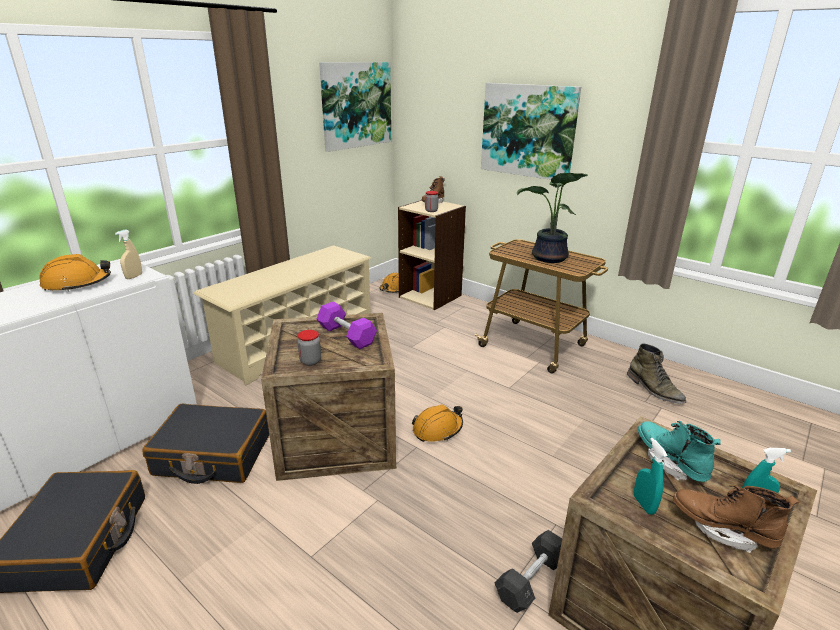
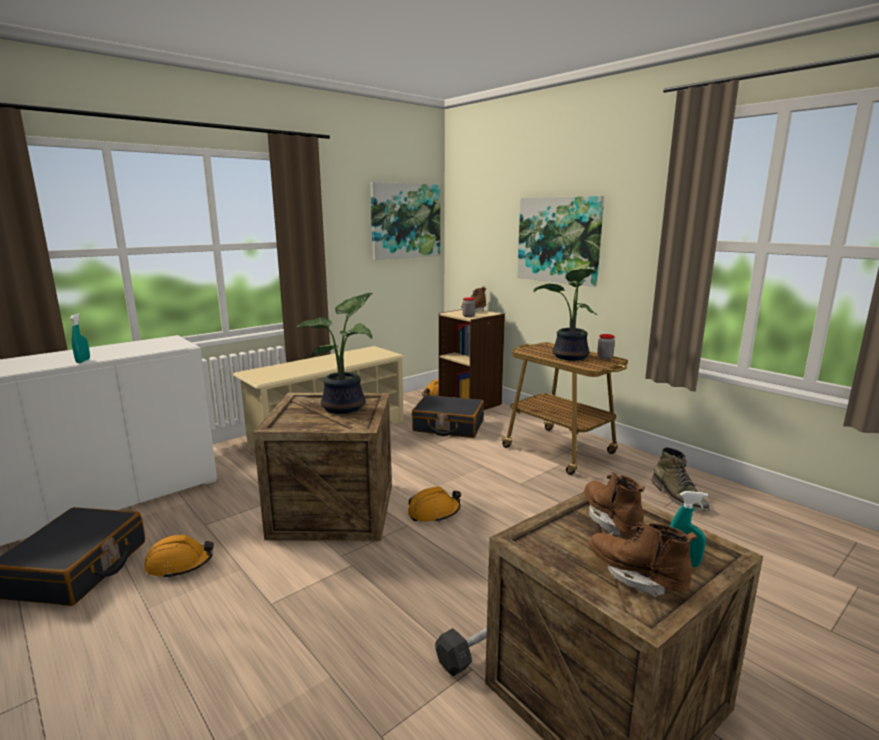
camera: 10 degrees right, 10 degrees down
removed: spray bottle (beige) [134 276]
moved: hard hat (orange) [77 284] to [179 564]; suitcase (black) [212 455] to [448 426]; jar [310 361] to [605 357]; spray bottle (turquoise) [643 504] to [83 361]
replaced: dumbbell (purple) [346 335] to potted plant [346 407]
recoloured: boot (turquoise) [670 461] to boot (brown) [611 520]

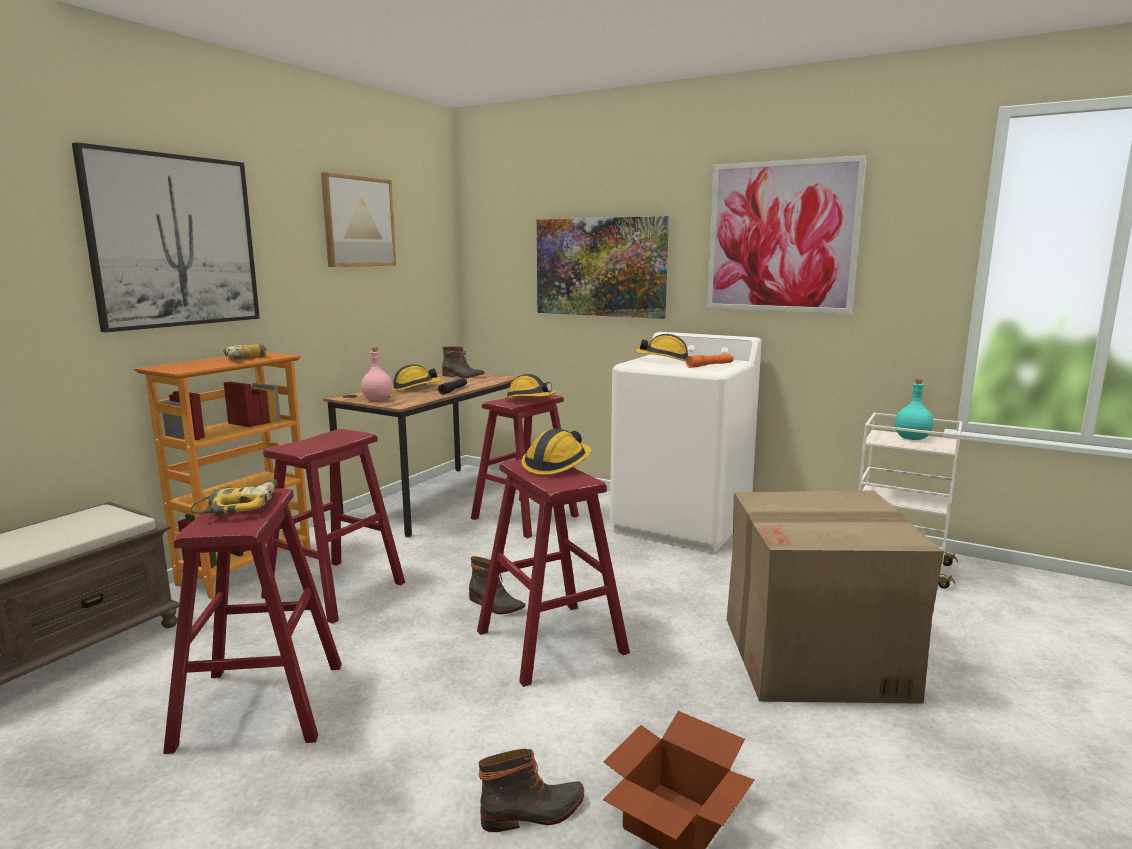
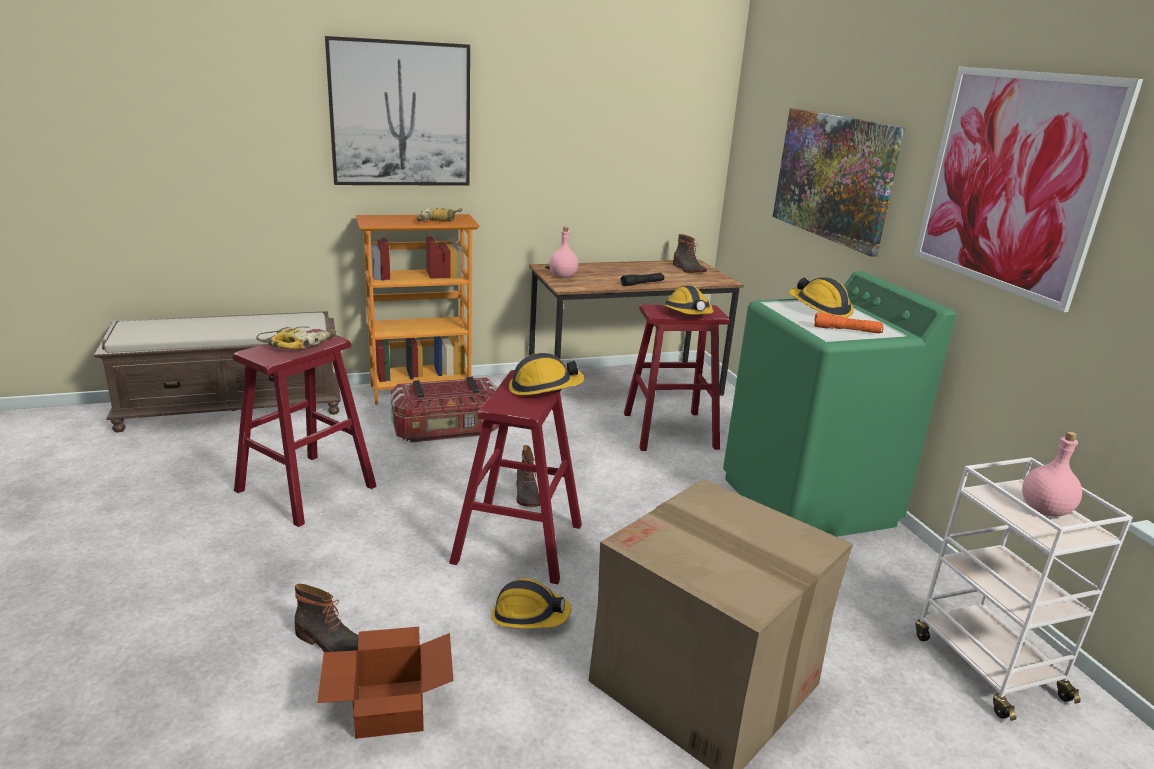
camera: 40 degrees right, 10 degrees up
removed: picture [358 222]
moved: hard hat [415 388] to [529 616]
replaced: stool (red) [335 590] to storage box [447 431]
recoloured: washing machine (white) [682 525] to washing machine (green) [808 502]; bottle (turquoise) [912 438] to bottle (pink) [1045 511]

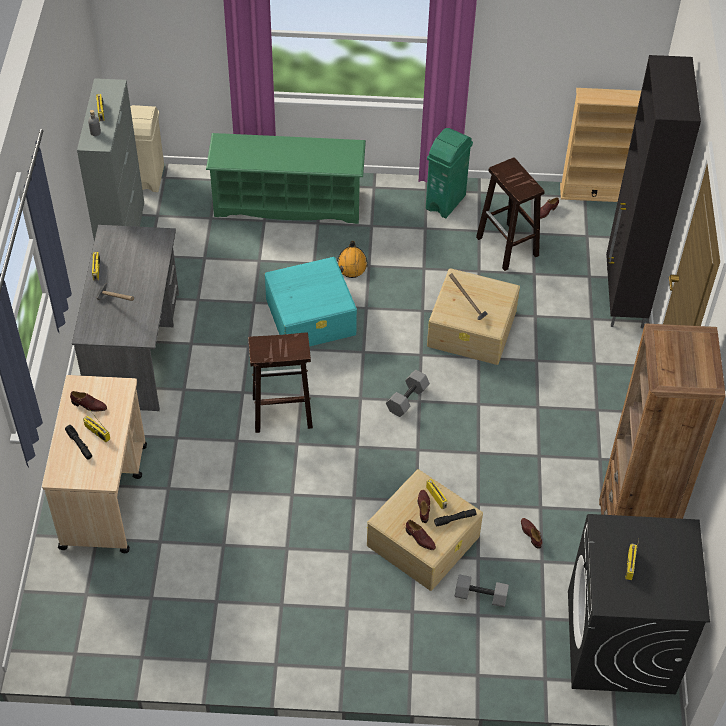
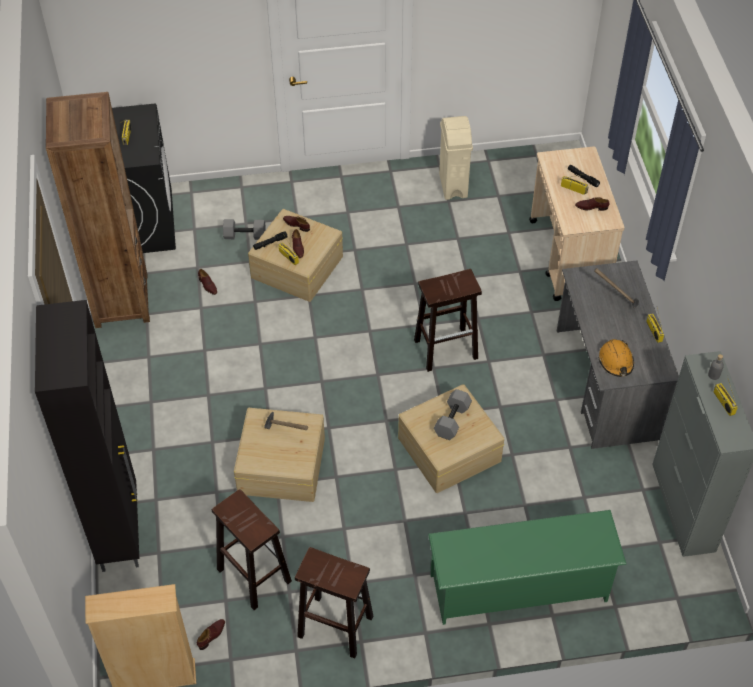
camera: 170 degrees right, 0 degrees up
moved: trash can (beige) [149 178] to [453 185]; hard hat (orange) [352 264] to [616 361]; dumbbell (grey) [407 398] to [453 421]
replaced: trash can (green) [446 202] to stool (brown) [334 626]
recoloured: storage box (turquoise) [311 316] to storage box (beige) [448 449]

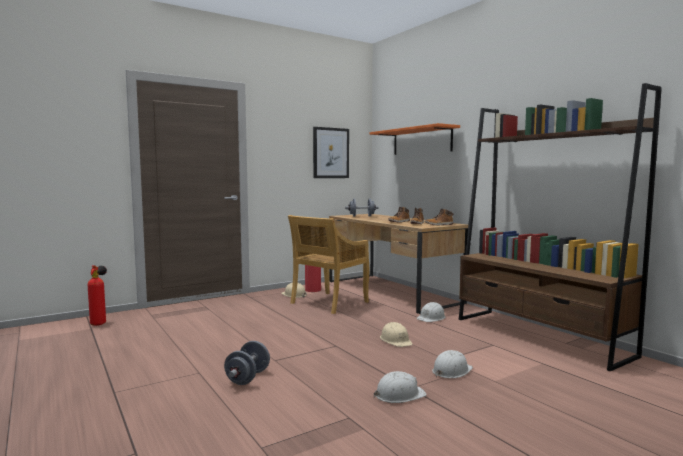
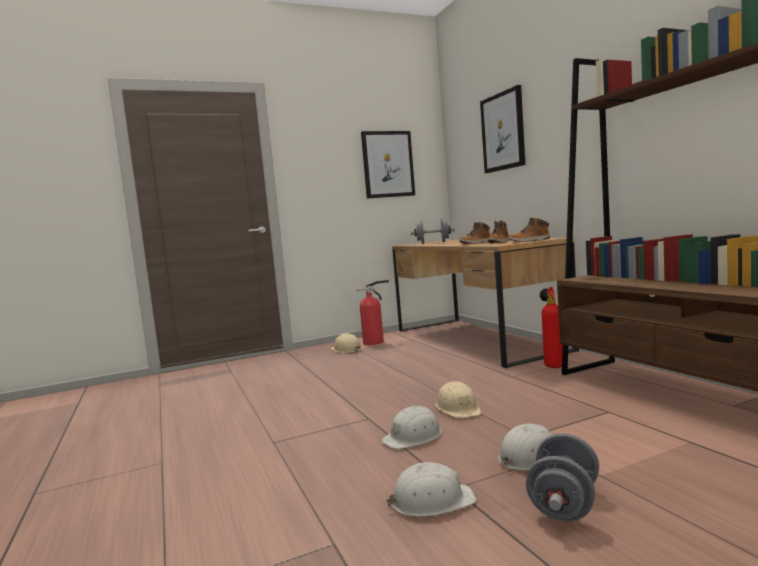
camera: 10 degrees right, 0 degrees up
removed: chair (beige) [328 303]
moved: fire extinguisher [99 323] to [553 366]; dumbbell (grey) [248 378] to [564 504]; hard hat (white) [431 318] to [413 437]
replaced: shelf (orange) [421 141] to picture [503 131]

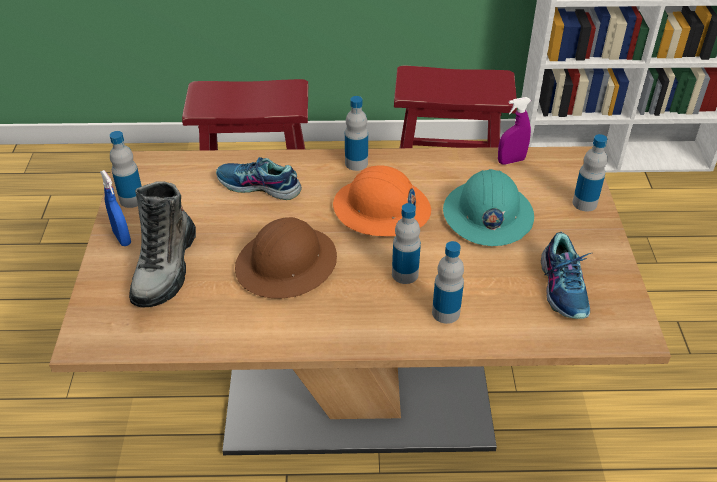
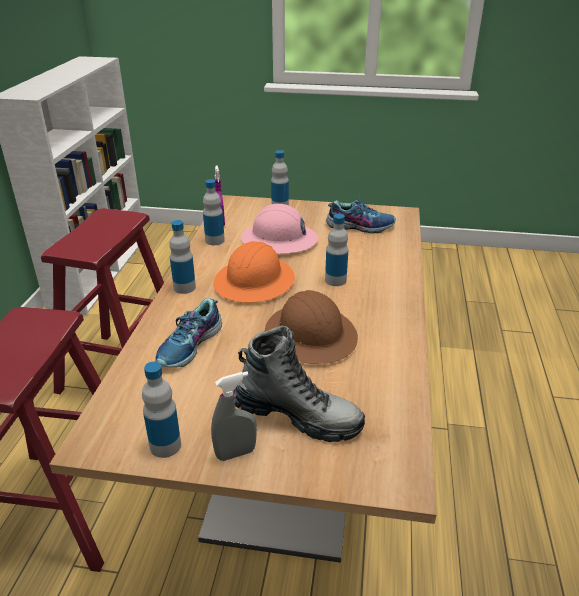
camera: 80 degrees left, 10 degrees down
moved: bottle [446 313] to [214 240]
recoloured: spray bottle (blue) [122 238] to spray bottle (grey) [235 453]; hard hat (turquoise) [487 215] to hard hat (pink) [279 240]

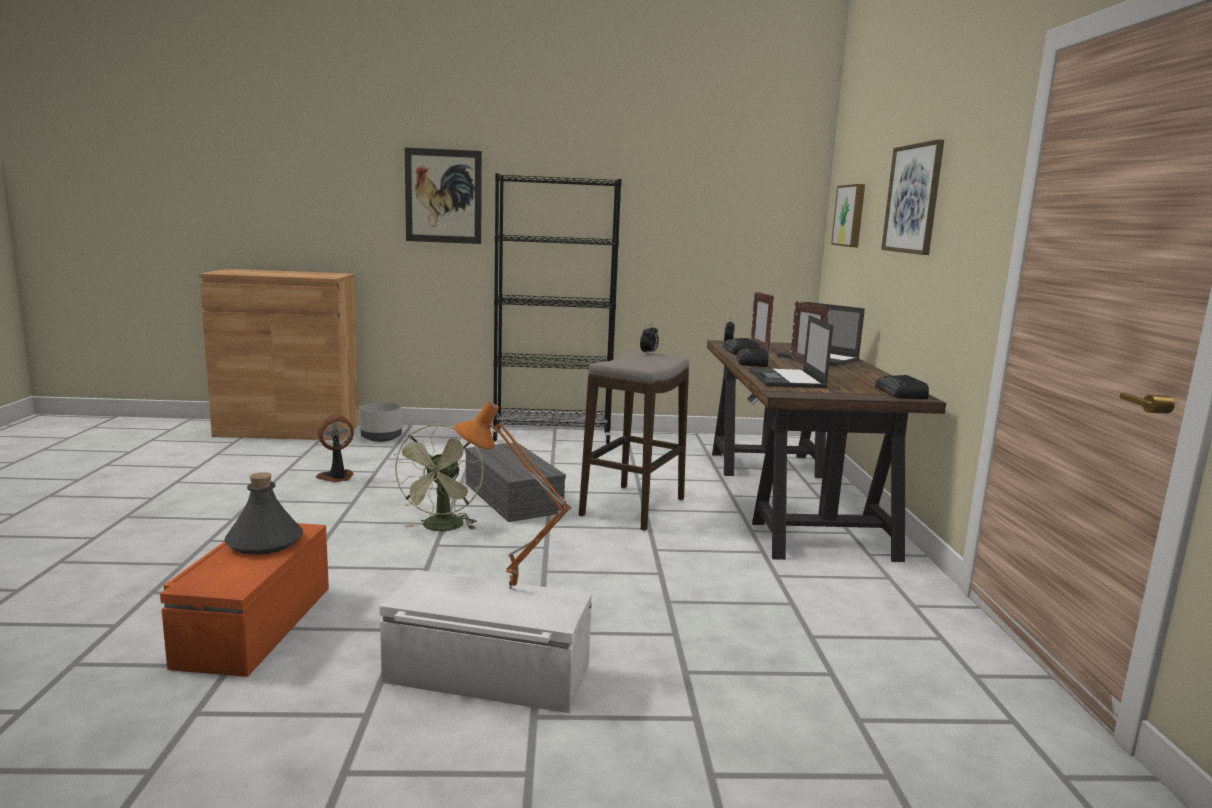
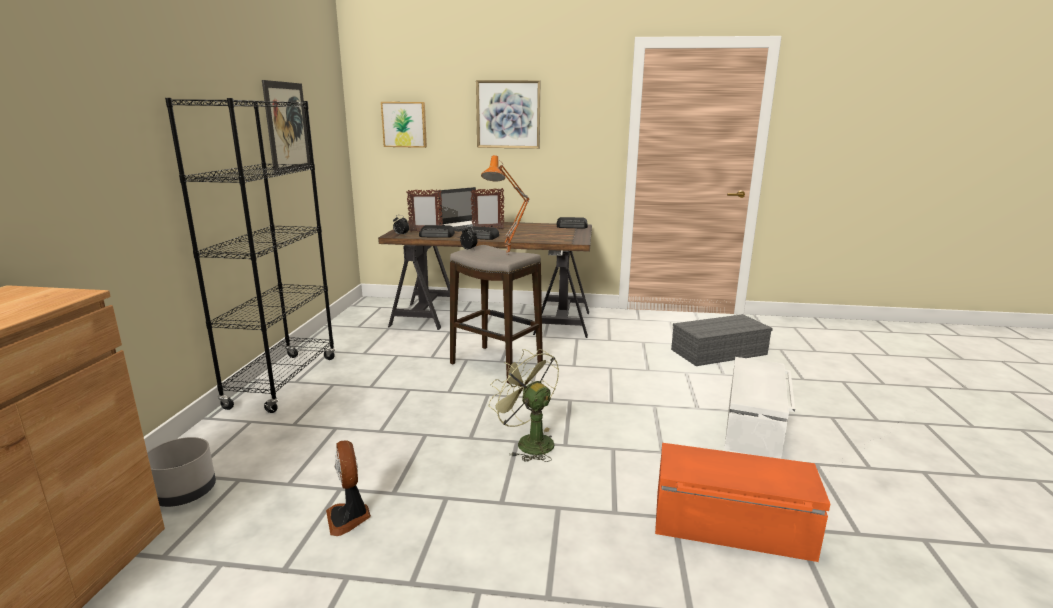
camera: 80 degrees left, 5 degrees up
removed: bottle (grey) [265 542]; laptop [787 379]
moved: picture [443 196] to [287 127]; table lamp (orange) [509 590] to [509 255]; storage box (grey) [514 498] to [719 351]
turned: fan (green) [442 528] = [528 442] 150 degrees counterclockwise

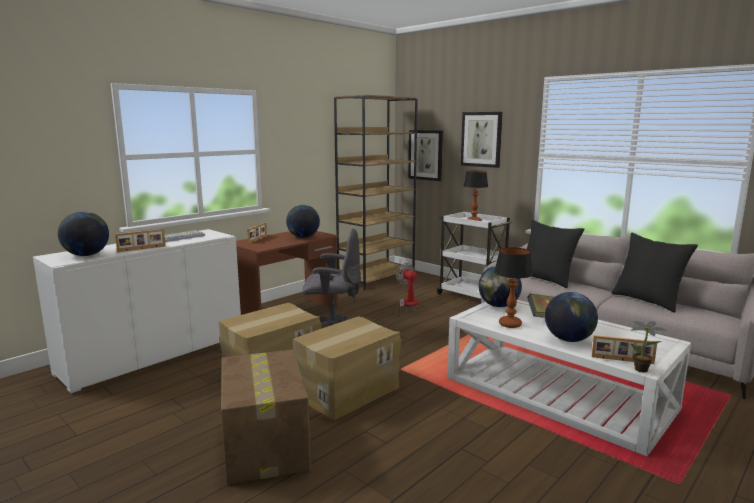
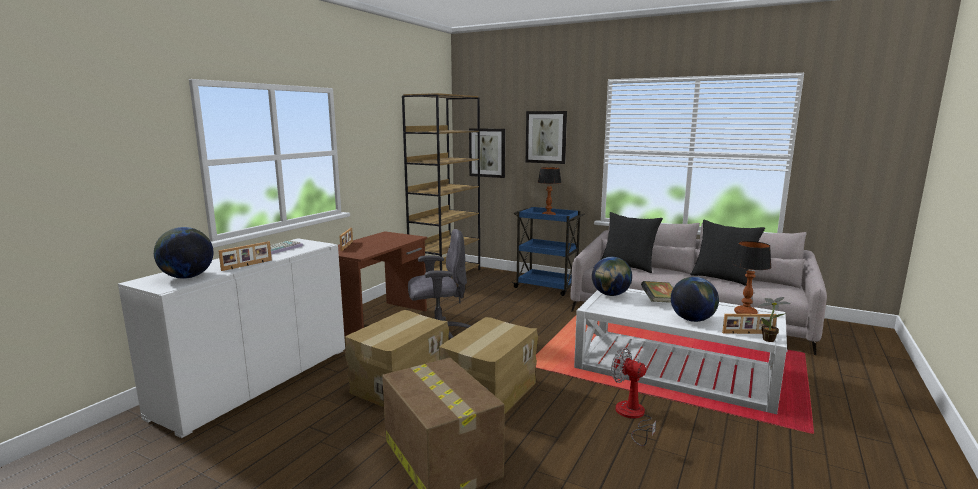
camera: 15 degrees left, 0 degrees up
removed: globe [303 237]
moved: fan [408 305] to [632 416]; table lamp [510 324] to [746 313]
recoloured: cart (white) [472 296] to cart (blue) [547 287]

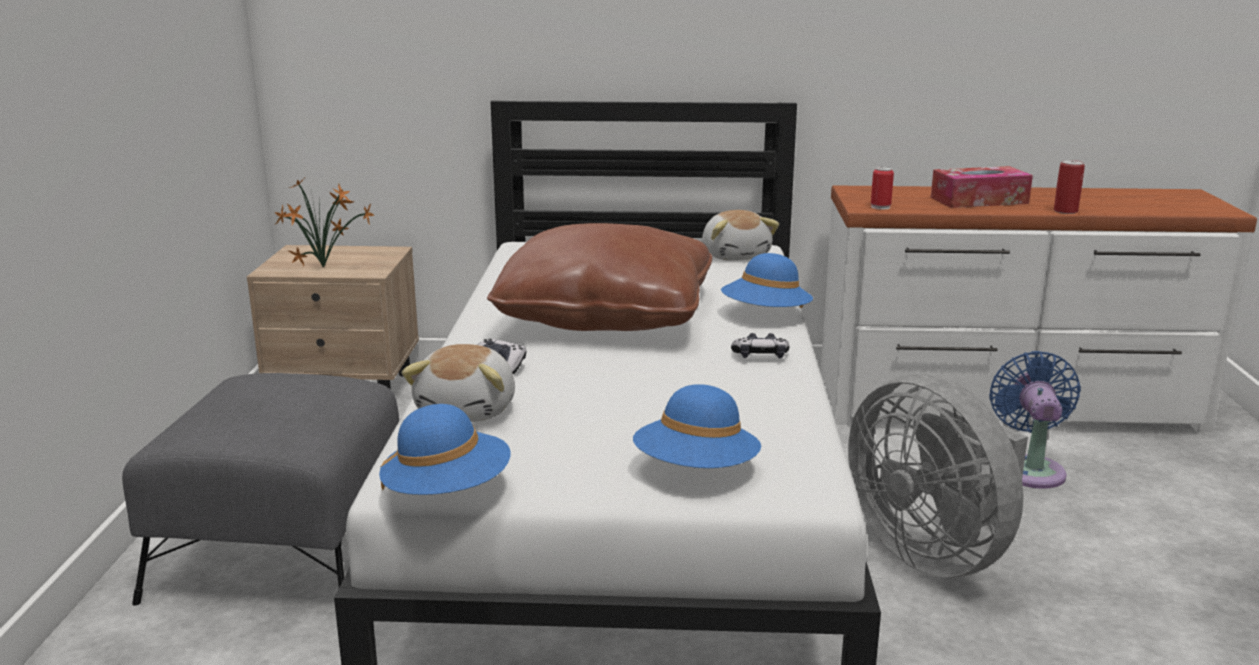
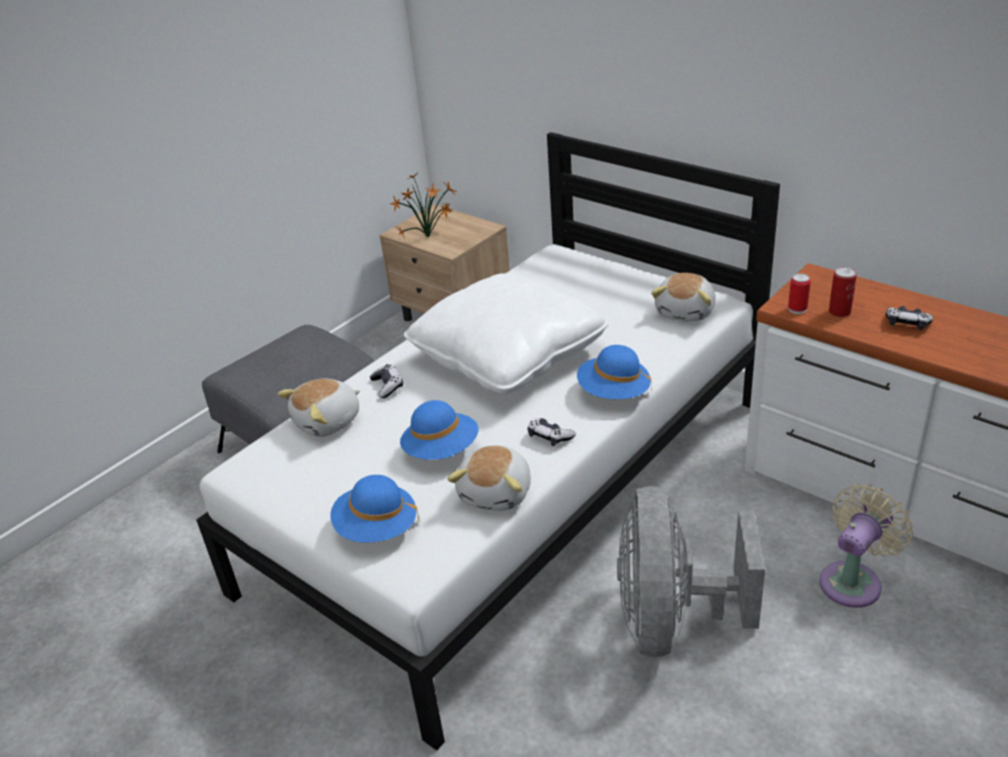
camera: 40 degrees right, 15 degrees up
added: plush toy [497 493]
moved: hat (blue) [447 492] to [441 450]; can [1065 211] to [839 312]
replaced: tissue box [979 200] to game controller [907 323]
recoloured: pillow (brown) [606 316] to pillow (white) [507 356]; fan (blue) [1030 469] to fan (beige) [853 580]

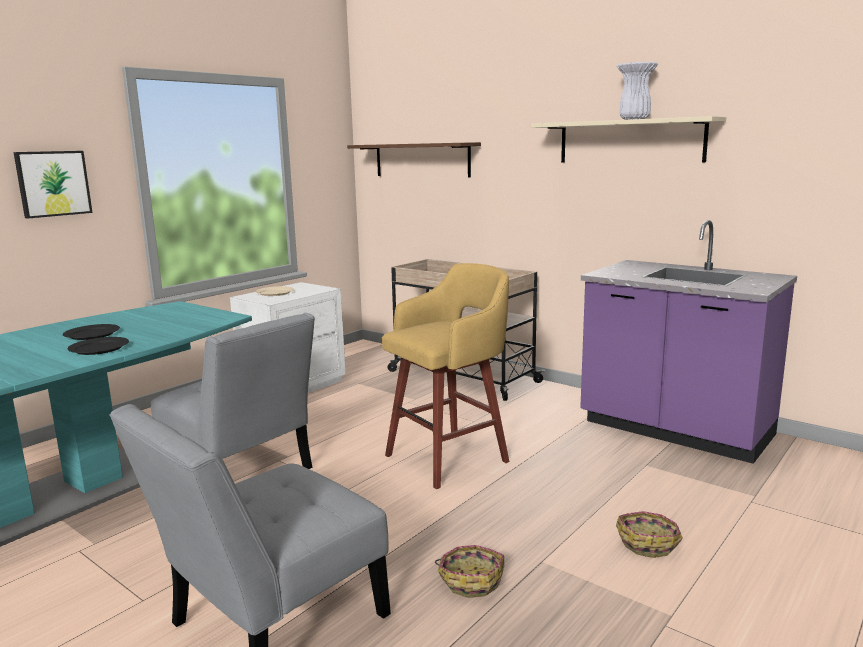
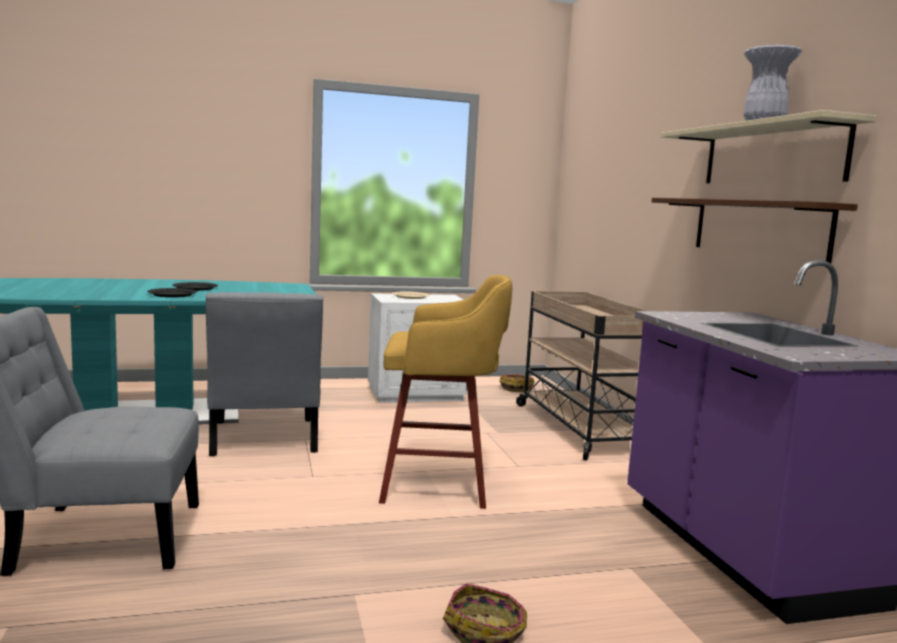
camera: 35 degrees right, 5 degrees down
removed: picture [53 183]
moved: shelf (brown) [421 160] to [758 228]; basket [471 580] to [516 388]

